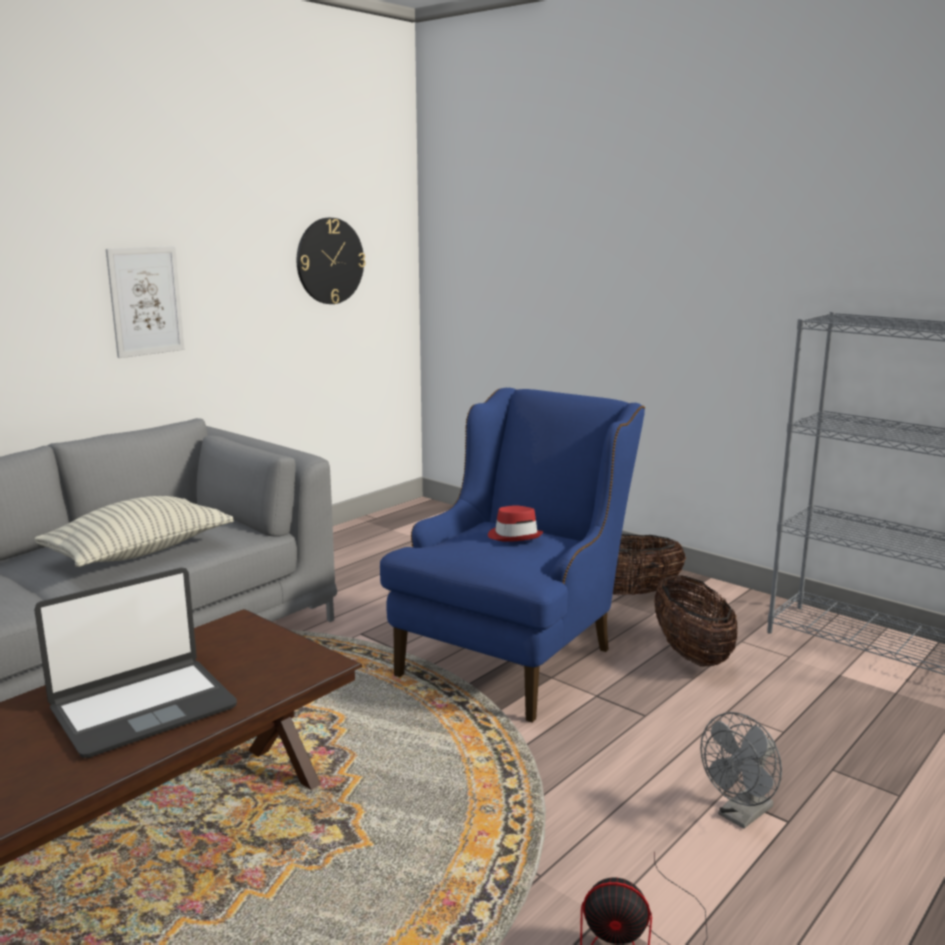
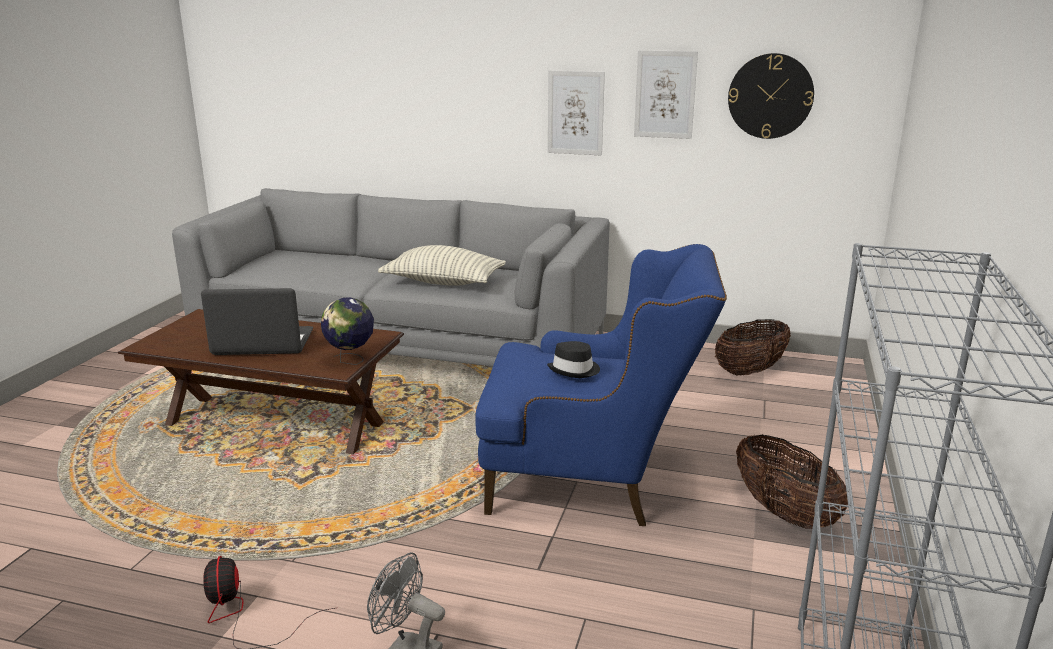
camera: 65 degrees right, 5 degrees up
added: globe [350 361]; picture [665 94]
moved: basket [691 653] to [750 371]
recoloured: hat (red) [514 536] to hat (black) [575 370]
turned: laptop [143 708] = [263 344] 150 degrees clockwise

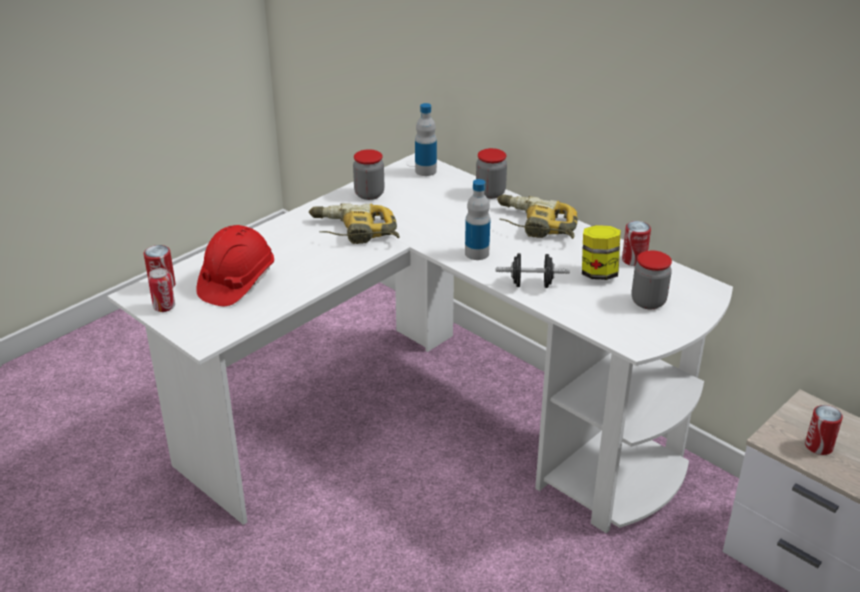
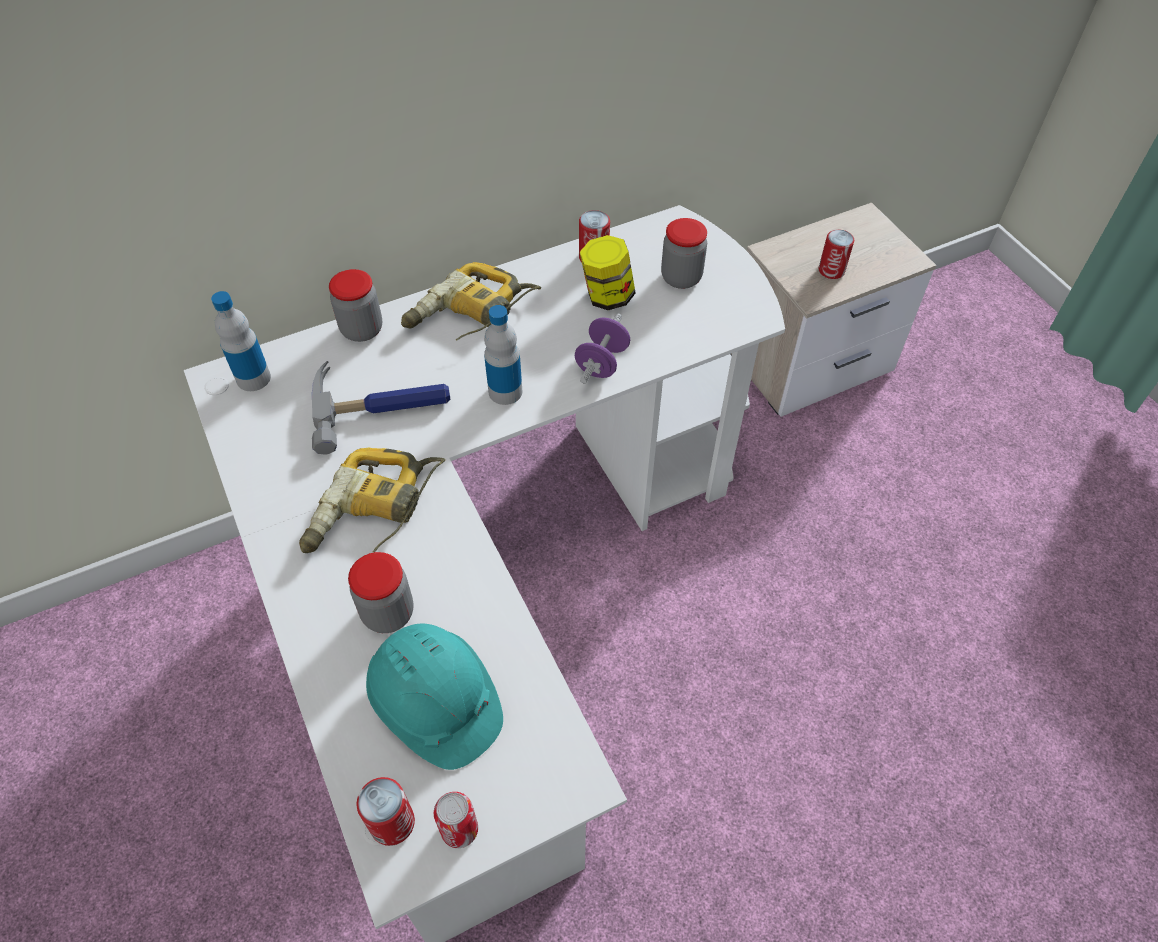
camera: 70 degrees left, 20 degrees up
added: hammer [382 405]
moved: jar [369 194] to [388 613]
recoloured: hard hat (red) [236 282] to hard hat (turquoise) [436 704]; dumbbell (black) [531 284] to dumbbell (purple) [602 362]

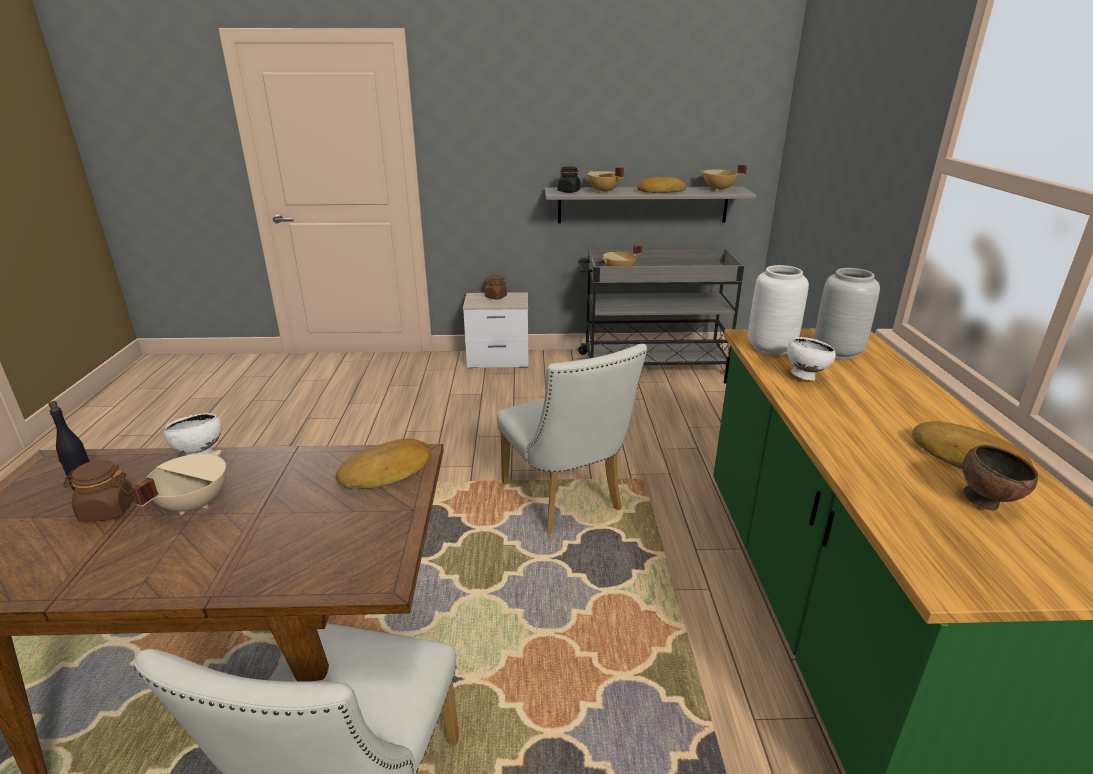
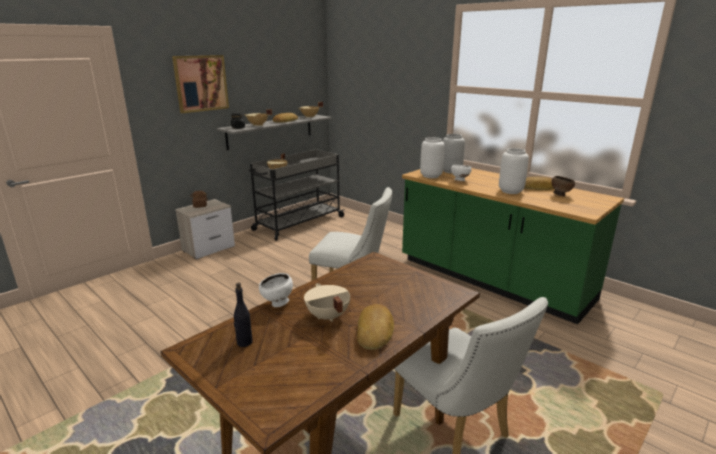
camera: 45 degrees left, 5 degrees down
removed: jar (brown) [107 510]
added: picture [201 83]; vase (white) [511 191]
moved: bread [388 471] to [375 331]

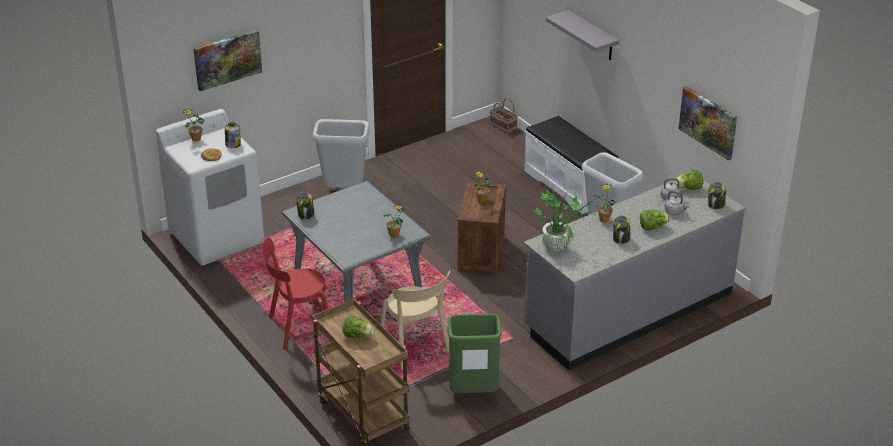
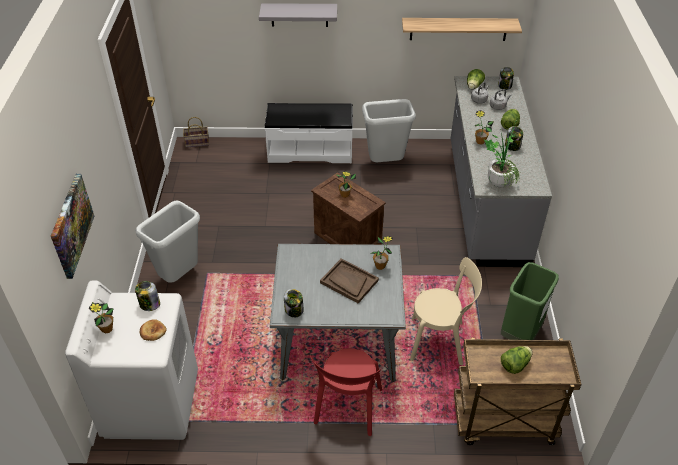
camera: 55 degrees left, 10 degrees up
added: tray (brown) [349 281]
replaced: picture [708 122] to shelf [458 29]

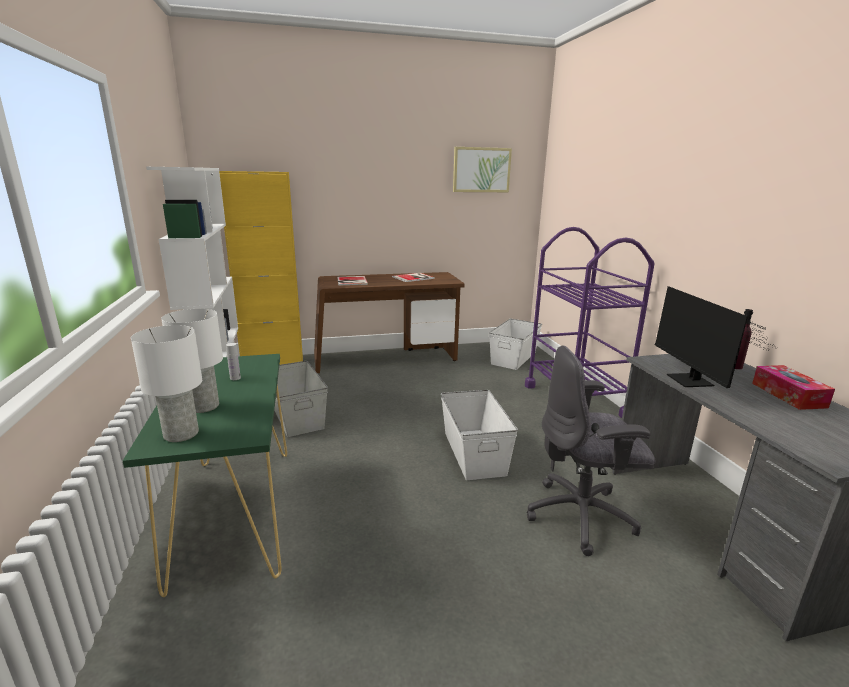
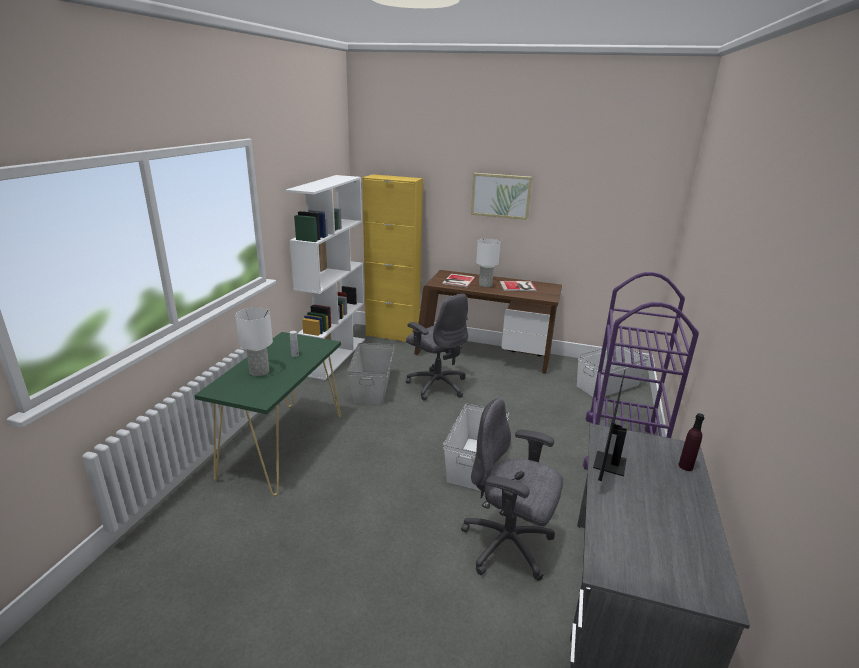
camera: 30 degrees right, 5 degrees up
removed: tissue box [788 395]
added: office chair (grey) [436 385]
moved: table lamp (white) [181 434] to [485 285]; picture [481 170] to [501 196]

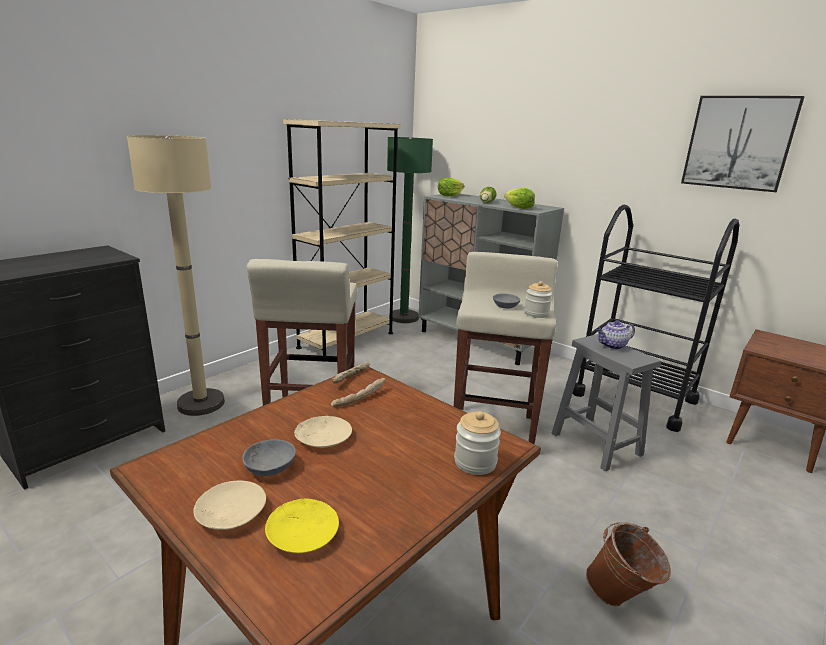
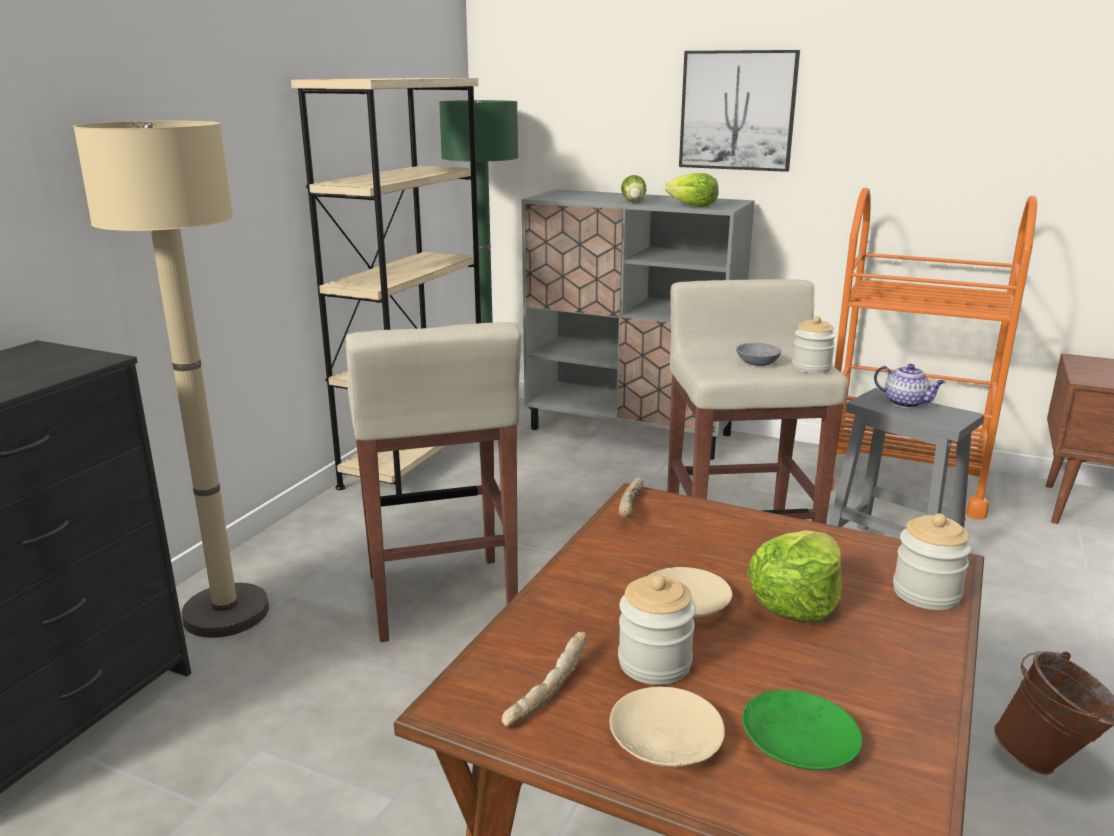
camera: 15 degrees left, 0 degrees up
moved: bread [359 398] to [545 689]; lettuce [449 195] to [795 601]; picture [738 143] to [737 110]
replaced: bowl (grey) [270 468] to jar [654 663]
recoloured: plate (yellow) [302 532] to plate (green) [798 740]; cart (black) [634 398] to cart (orange) [901 481]
turned: teapot [612 346] = [906 403] 105 degrees counterclockwise

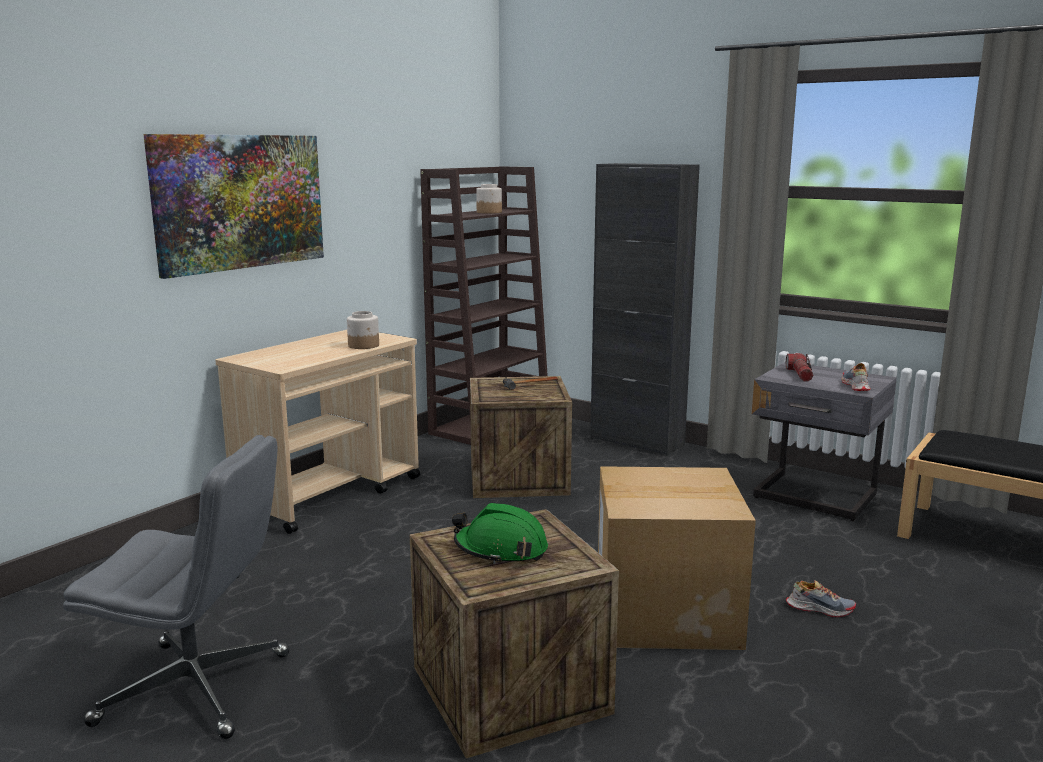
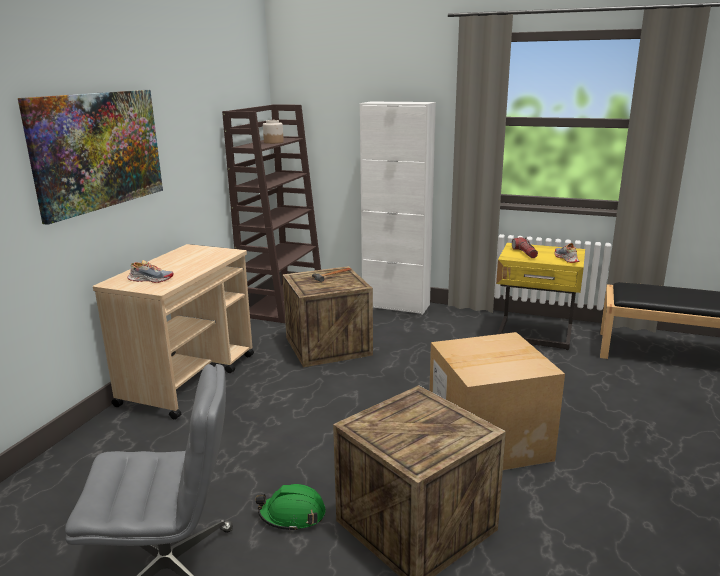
camera: 15 degrees left, 5 degrees up
removed: jar [364 345]
moved: hard hat (green) [501 549] to [292 515]; shoe [819 608] to [150 280]
recoloured: cabinet (black) [637 441] to cabinet (white) [396 305]; nightstand (grey) [814 498] to nightstand (yellow) [535 336]

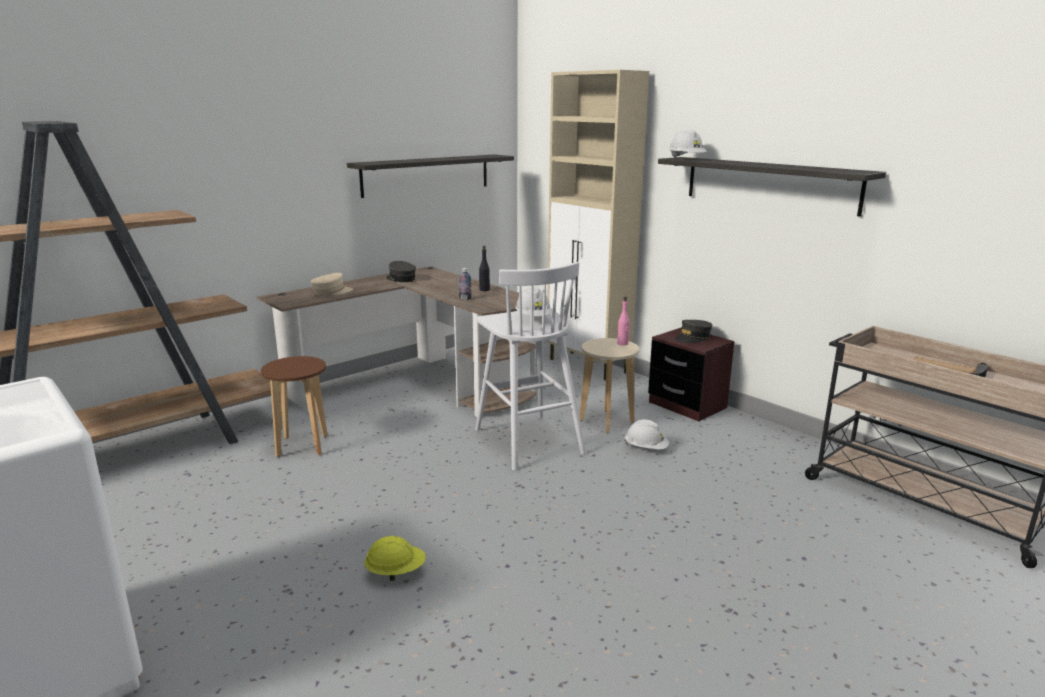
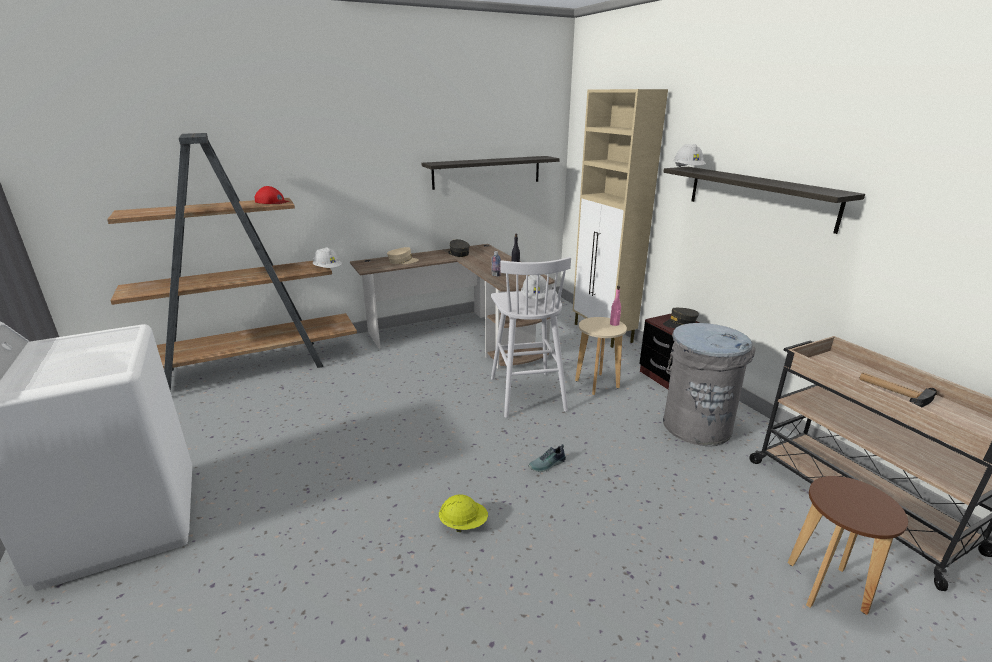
camera: 15 degrees right, 5 degrees up
added: cap (red) [272 202]; shoe [548 465]; trash can (grey) [696 426]
moved: stool (brown) [302 446] to [826 587]; hard hat (yellow) [396 572] to [463 524]; hard hat (white) [646 448] to [328 269]

